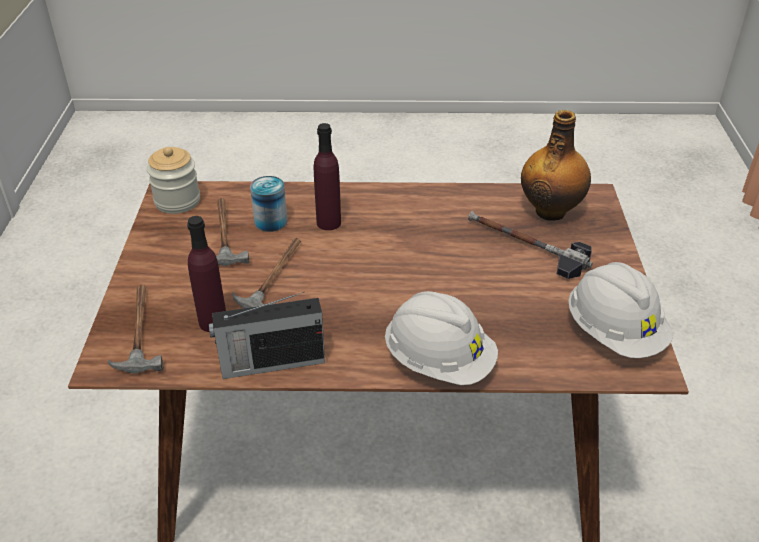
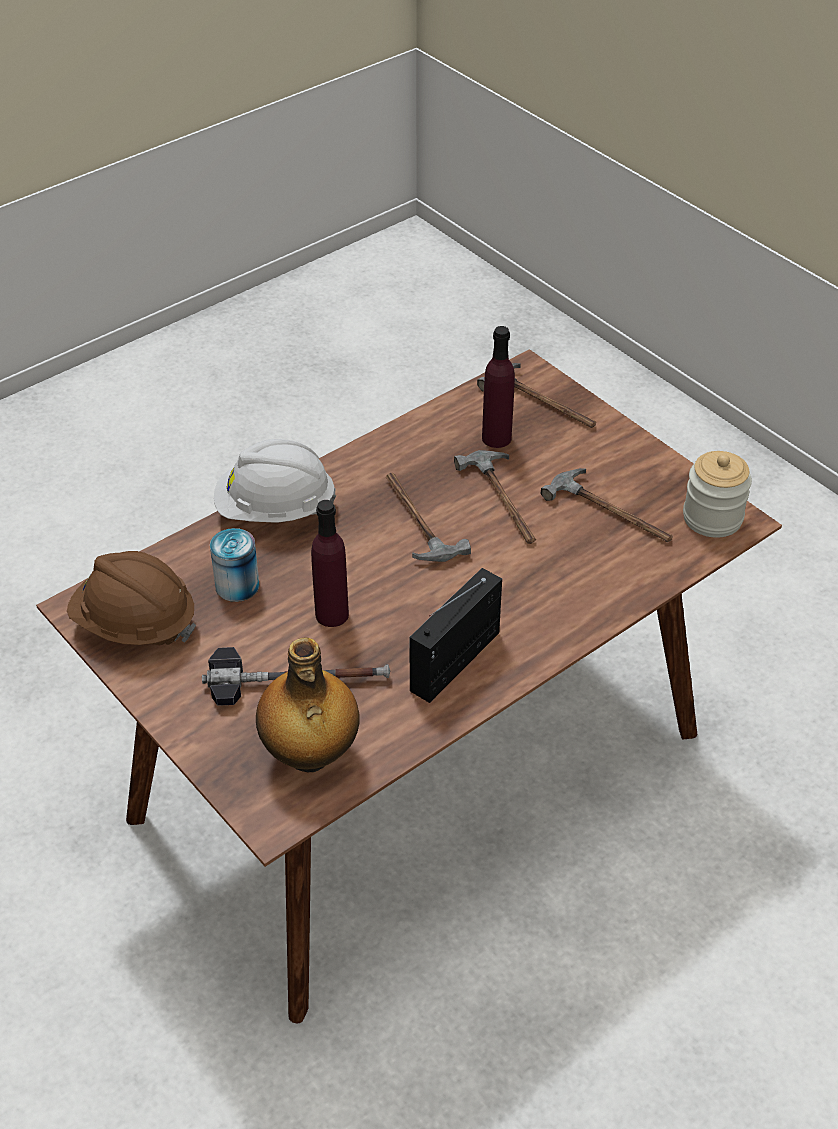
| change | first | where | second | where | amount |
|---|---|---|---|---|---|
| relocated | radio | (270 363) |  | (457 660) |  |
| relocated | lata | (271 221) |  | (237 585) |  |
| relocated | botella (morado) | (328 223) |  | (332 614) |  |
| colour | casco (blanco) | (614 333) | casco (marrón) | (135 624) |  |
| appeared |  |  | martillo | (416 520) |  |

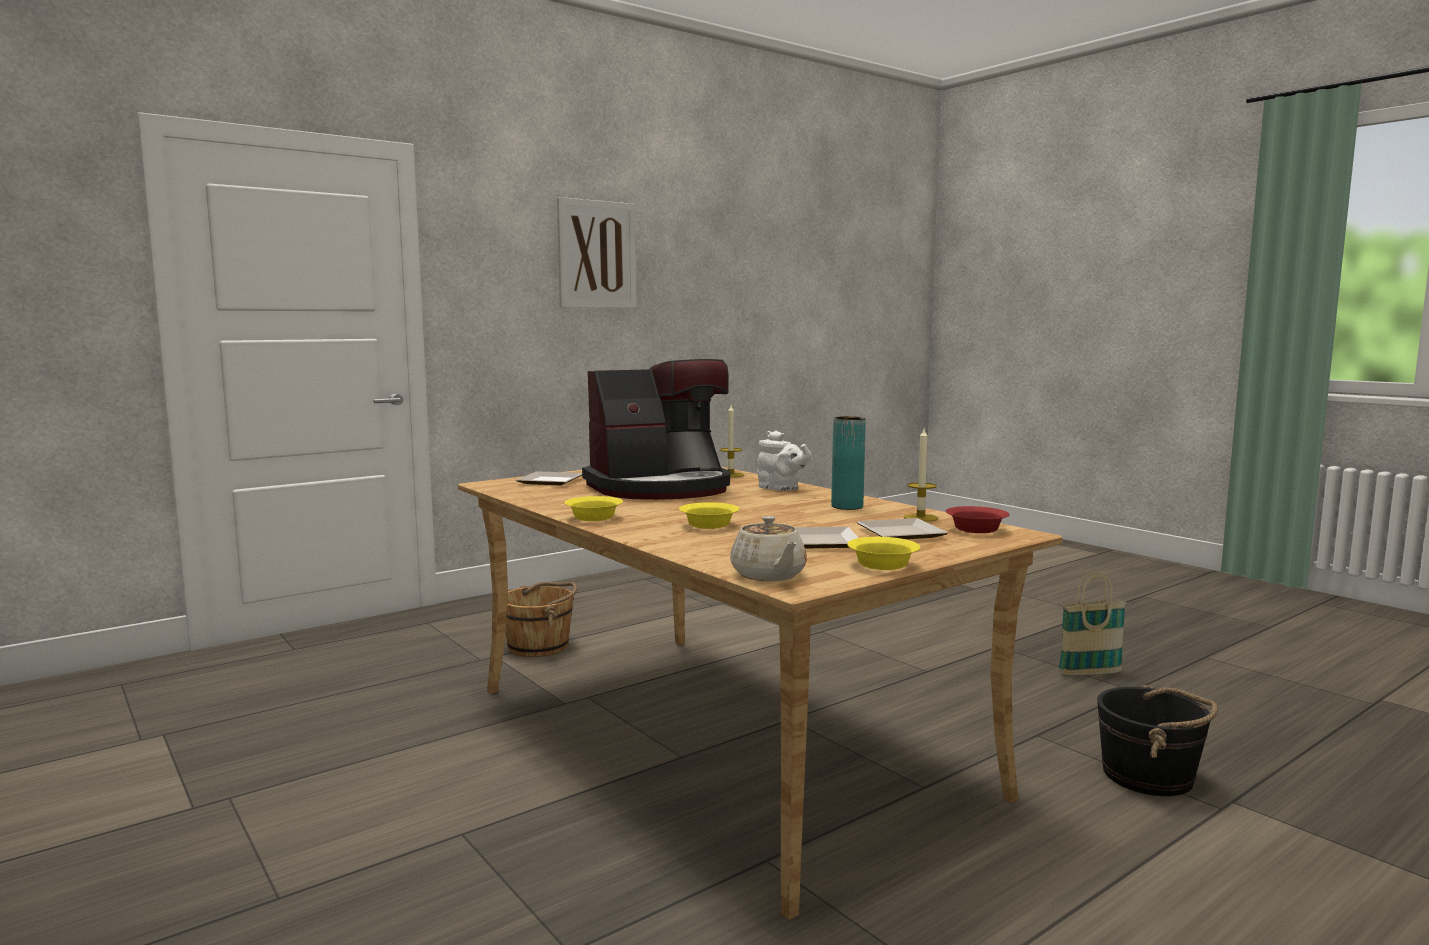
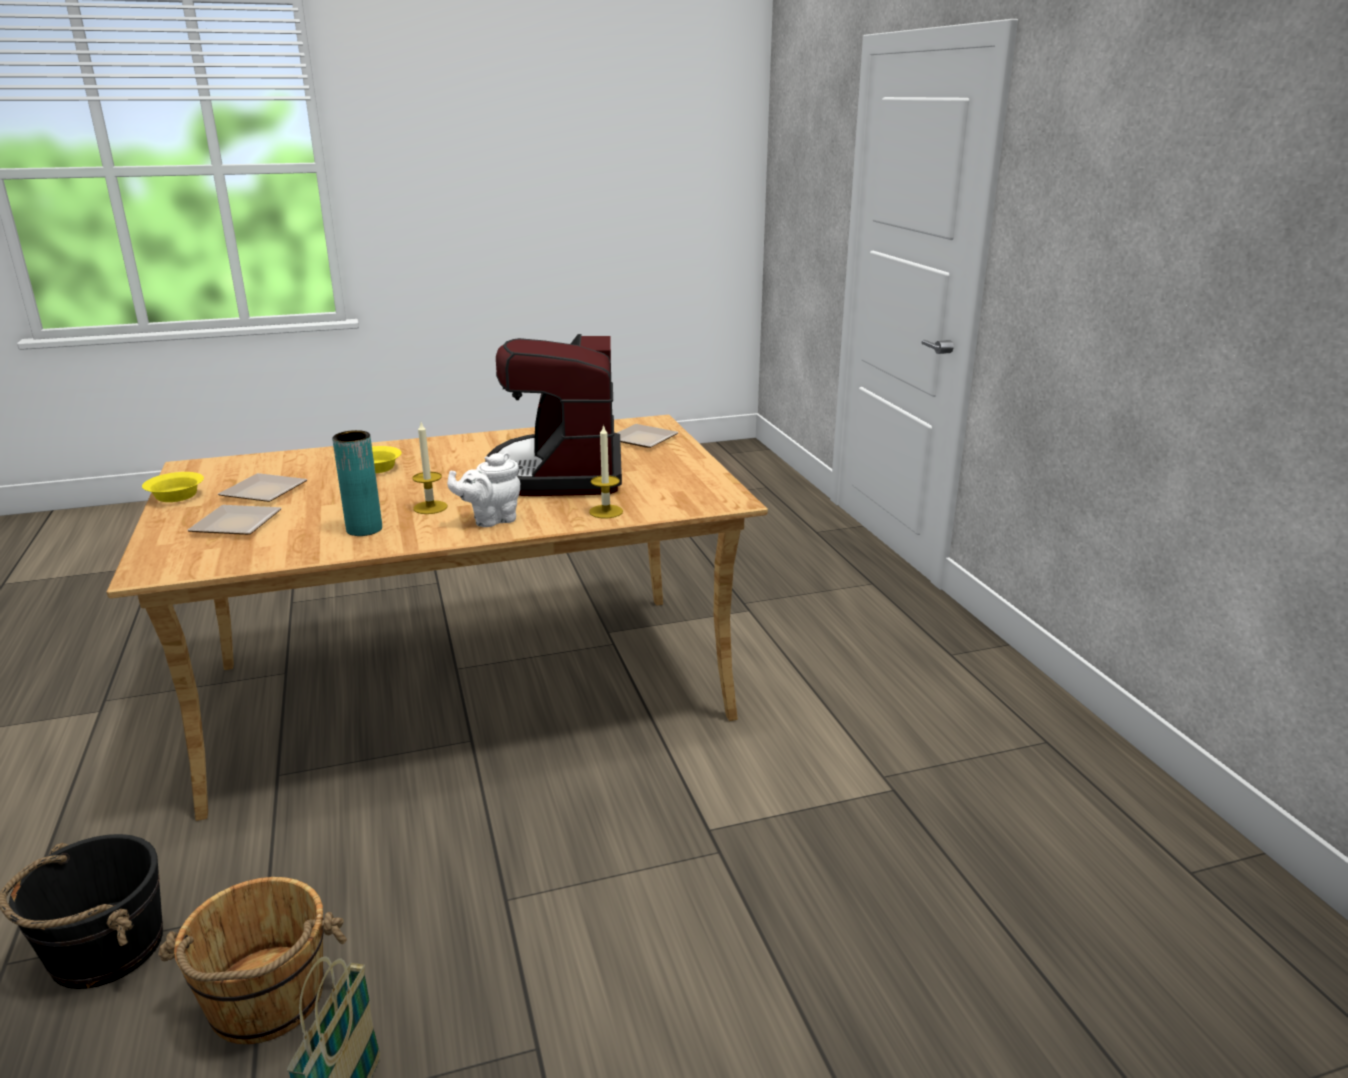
| change | first | where | second | where | amount |
|---|---|---|---|---|---|
| relocated | cubo (marrón) | (539 646) |  | (266 1000) |  |
| missing | cuadro | (596 254) |  |  |  |
| missing | cuenco (amarillo) | (594 517) |  |  |  |
| missing | tetera (beis) | (768 575) |  |  |  |
| relocated | vela | (920 518) |  | (430 507) |  |
| missing | cuenco (rojo) | (975 530) |  |  |  |

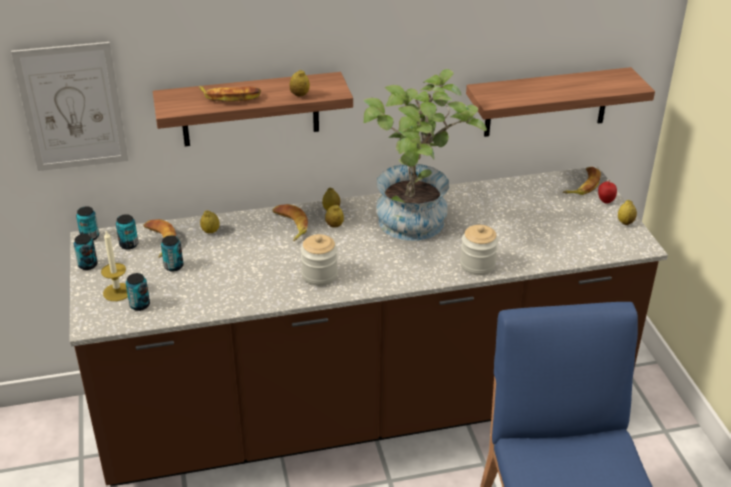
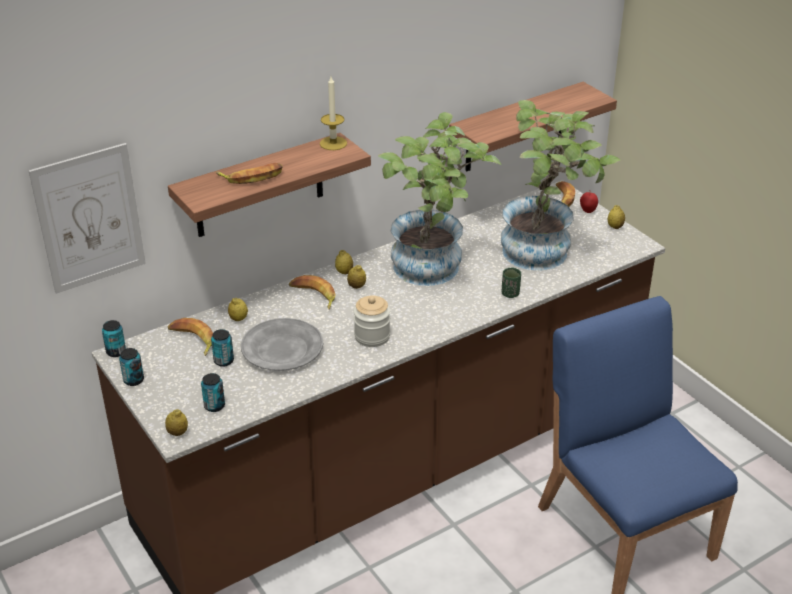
| change | first | where | second | where | amount |
|---|---|---|---|---|---|
| relocated | vela | (117 292) |  | (333 143) |  |
| missing | lata | (129 245) |  |  |  |
| relocated | limón | (299 95) |  | (177 433) |  |
| exchanged | tarro | (477 265) | taza (verde) | (510 294) |  |
| appeared |  |  | plato (gris) | (282 348) |  |
| appeared |  |  | planta en maceta | (545 252) |  |

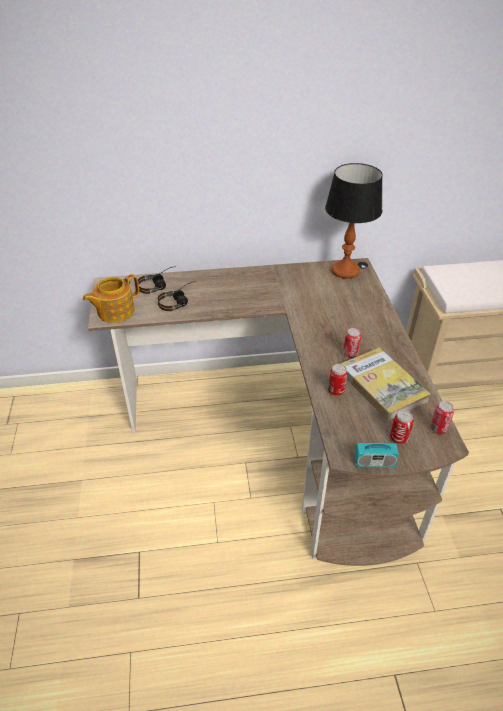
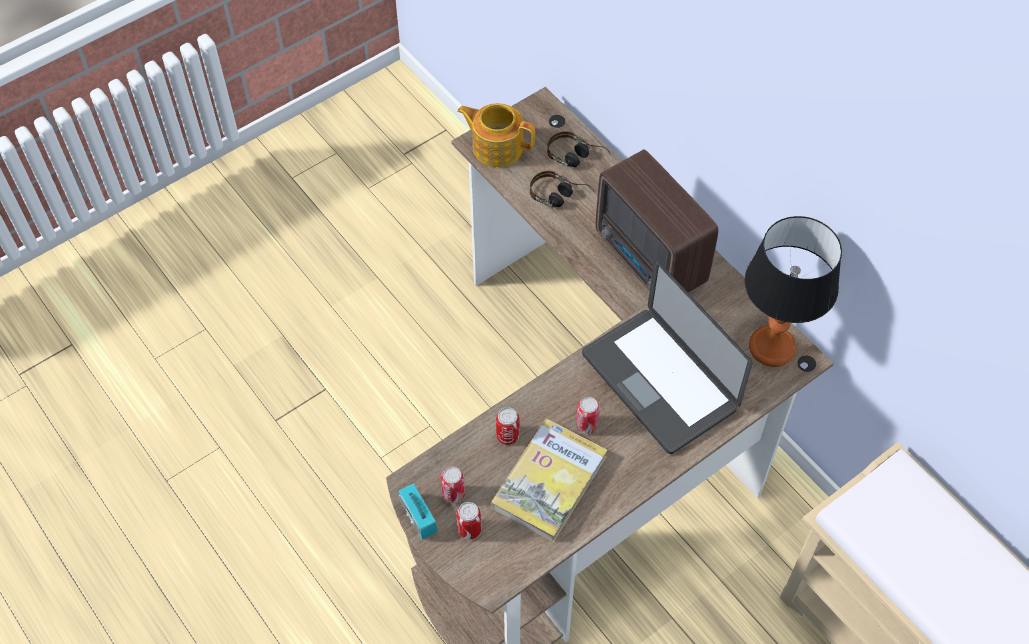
| change | first | where | second | where | amount |
|---|---|---|---|---|---|
| relocated | lata | (438 428) |  | (453 494) |  |
| appeared |  |  | portátil | (659 381) |  |
| appeared |  |  | radio | (650 261) |  |

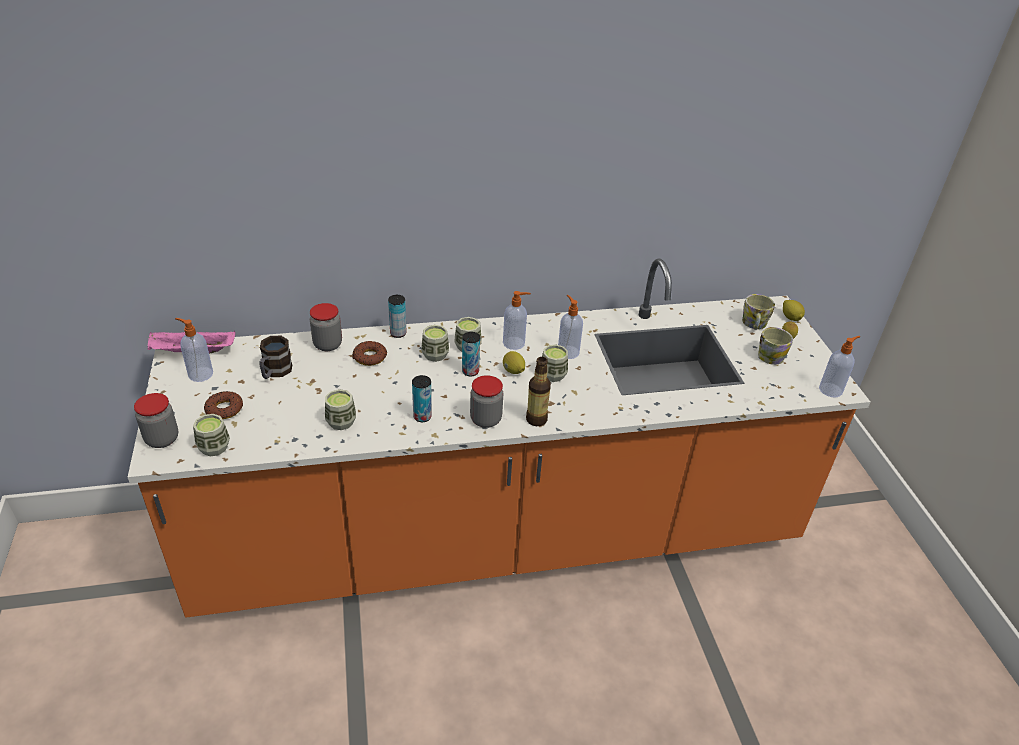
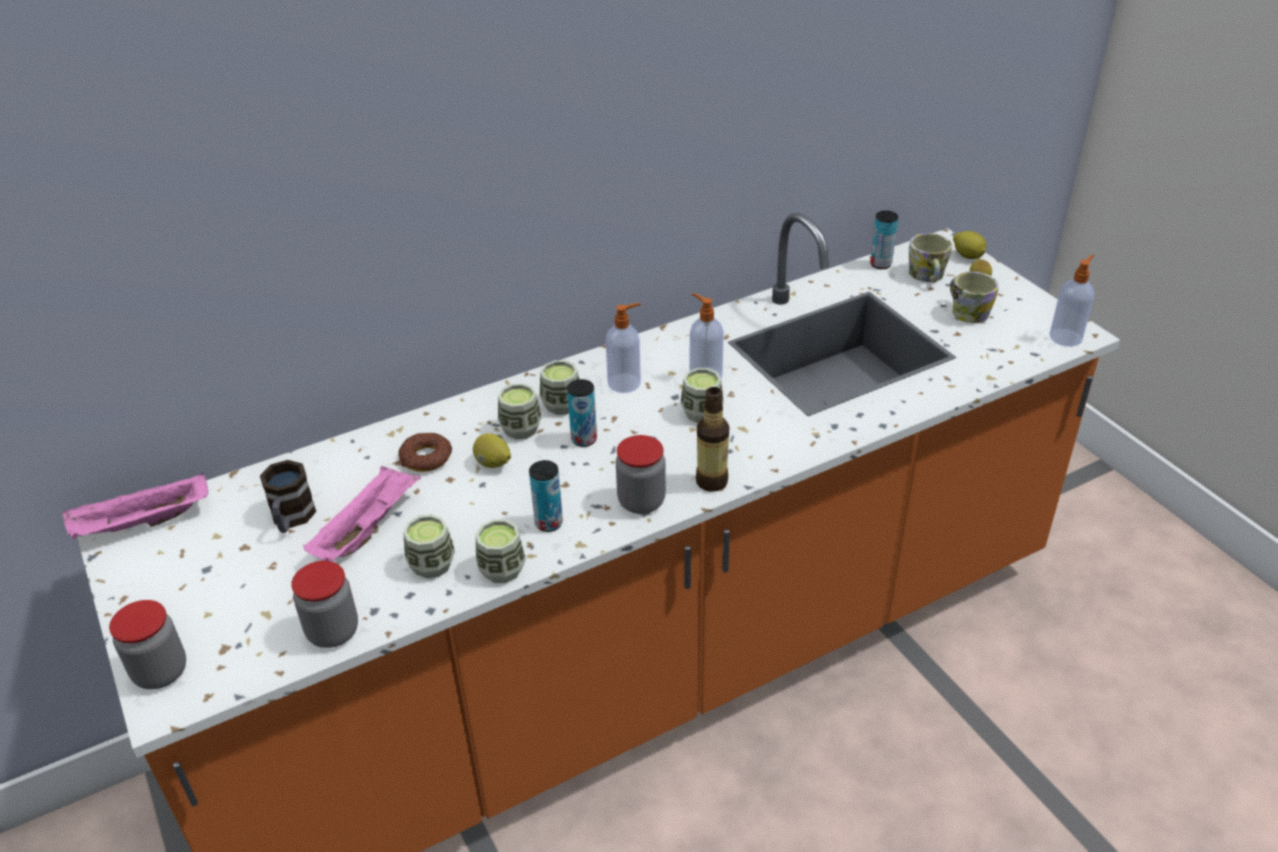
| change | first | where | second | where | amount |
|---|---|---|---|---|---|
| missing | dispensador de jabón | (200 374) |  |  |  |
| relocated | taza | (214 447) |  | (502 569) |  |
| missing | rosquilla | (224 409) |  |  |  |
| relocated | tarro | (327 344) |  | (333 632) |  |
| relocated | lata | (398 333) |  | (880 264) |  |
| relocated | limón | (513 371) |  | (493 464) |  |
| appeared |  |  | bandeja (rosa) | (367 529) |  |

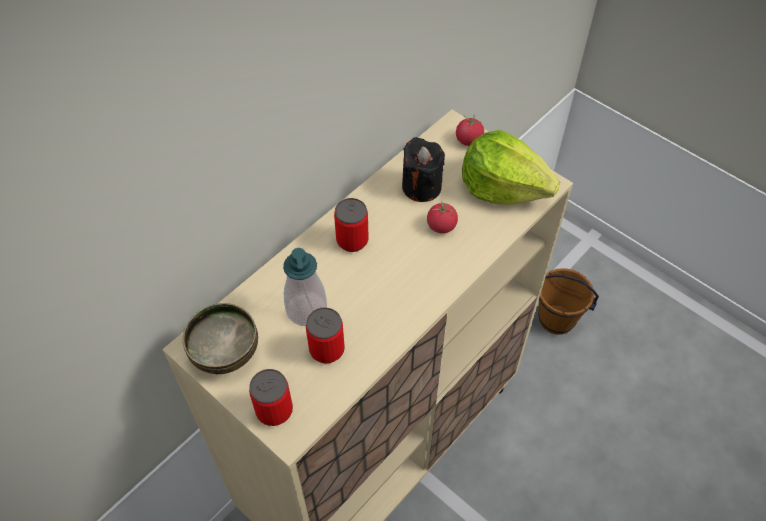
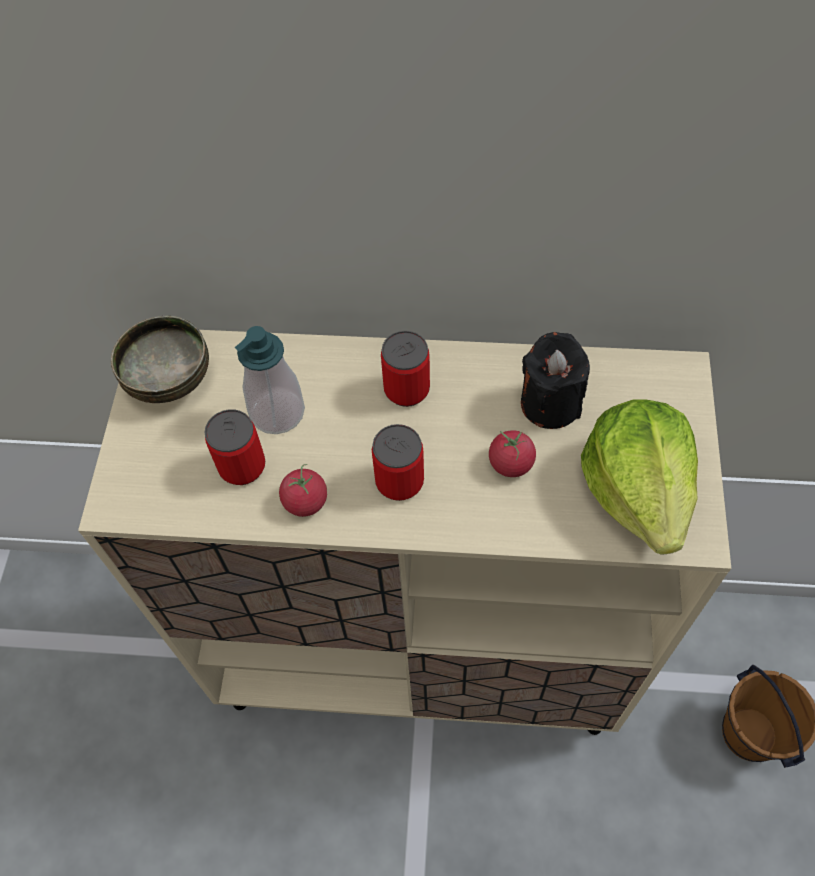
| change | first | where | second | where | amount |
|---|---|---|---|---|---|
| relocated | lata | (274 410) |  | (399 481) |  |
| relocated | tomate | (468 140) |  | (305 501) |  |

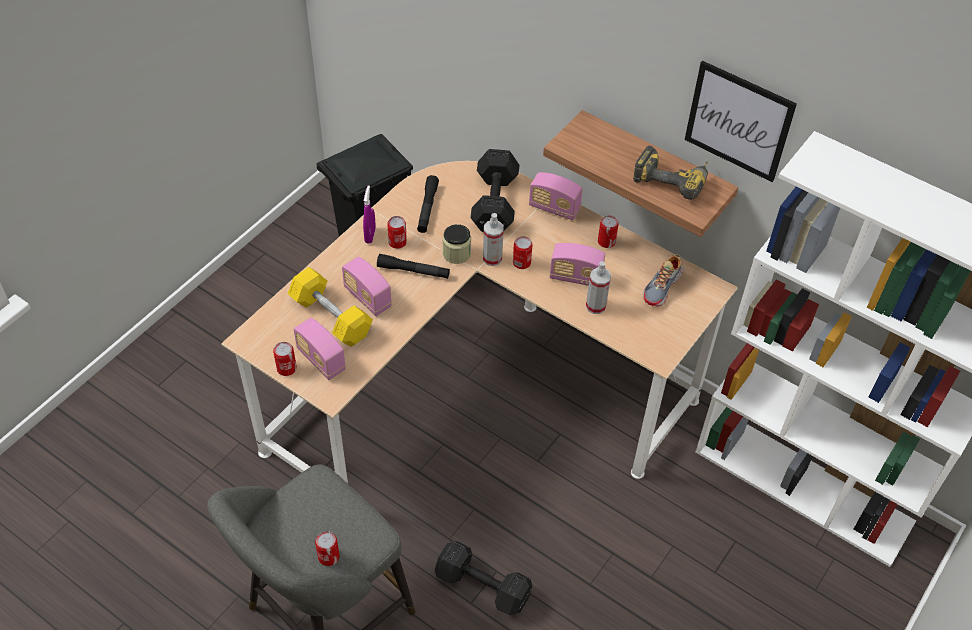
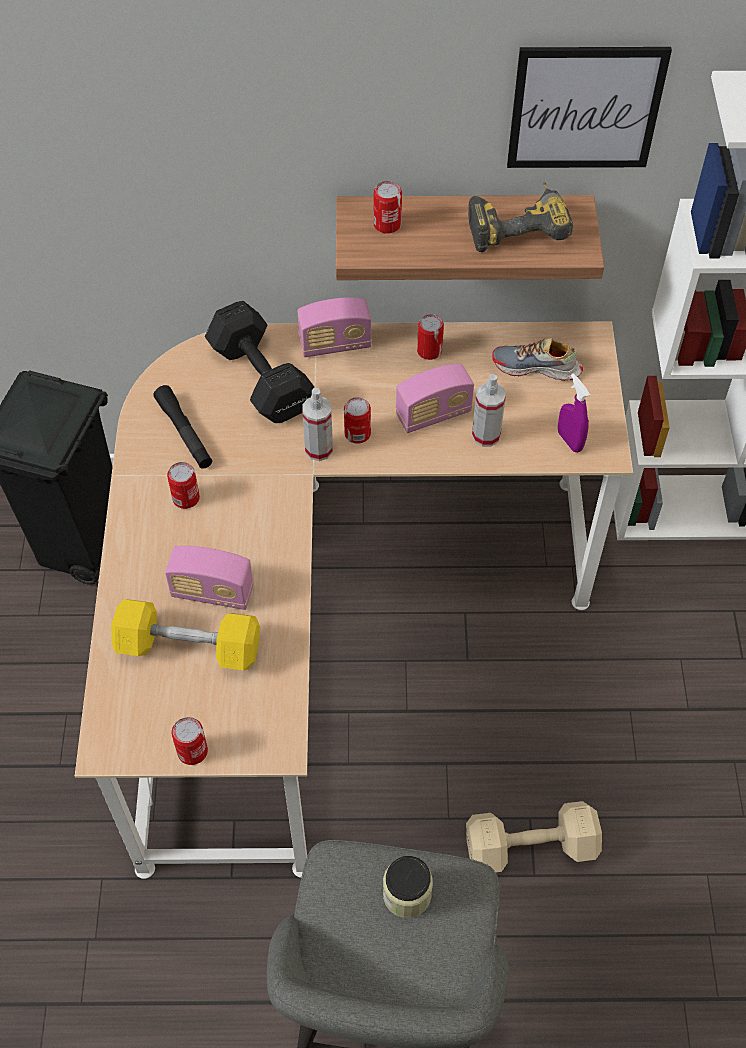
| change | first | where | second | where | amount |
|---|---|---|---|---|---|
| missing | radio | (321 360) |  |  |  |
| relocated | lata | (328 556) |  | (387 224) |  |
| relocated | pulverizador (morado) | (370 235) |  | (569 441) |  |
| missing | linterna (negro) | (413 271) |  |  |  |
| colour | mancuerna (negro) | (481 584) | mancuerna (beis) | (527 845) |  |
| relocated | tarro | (456 253) |  | (407 894) |  |
| spun | zapato | (663 287) |  | (536 368) | 105 degrees clockwise |

